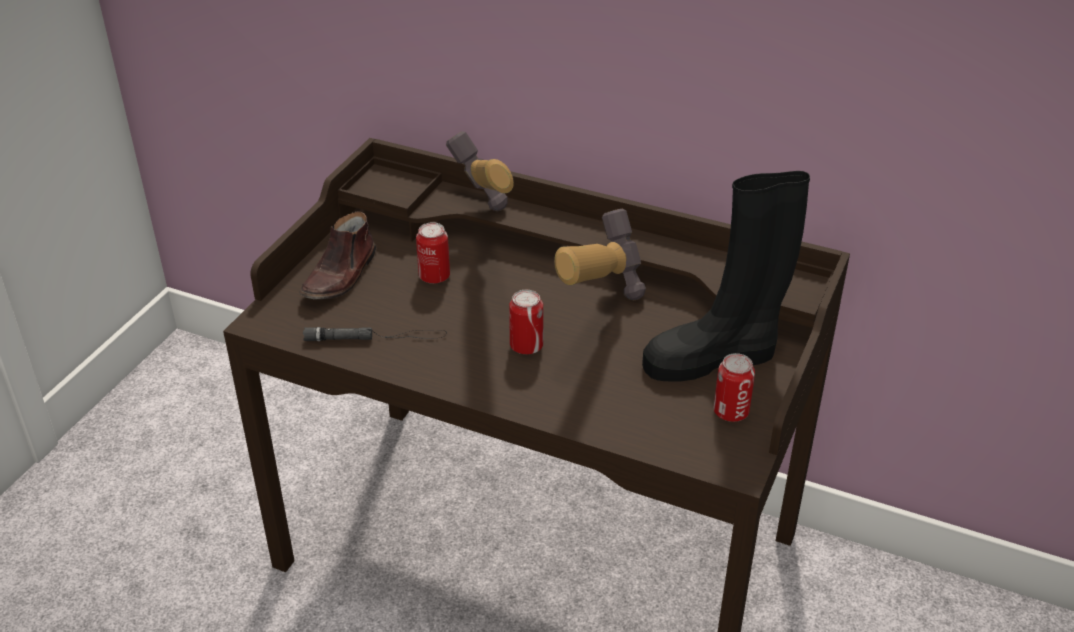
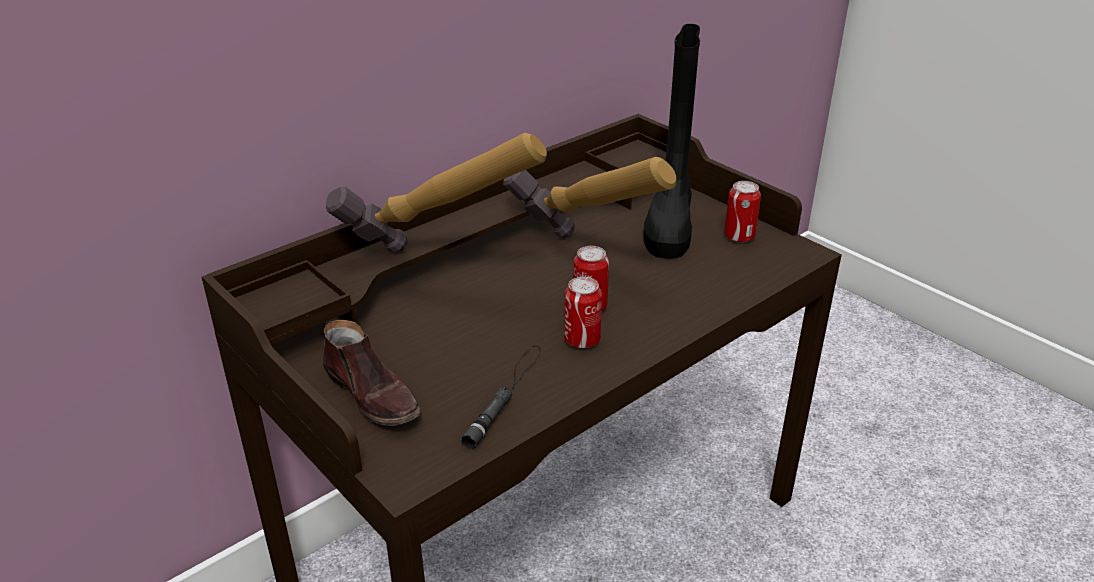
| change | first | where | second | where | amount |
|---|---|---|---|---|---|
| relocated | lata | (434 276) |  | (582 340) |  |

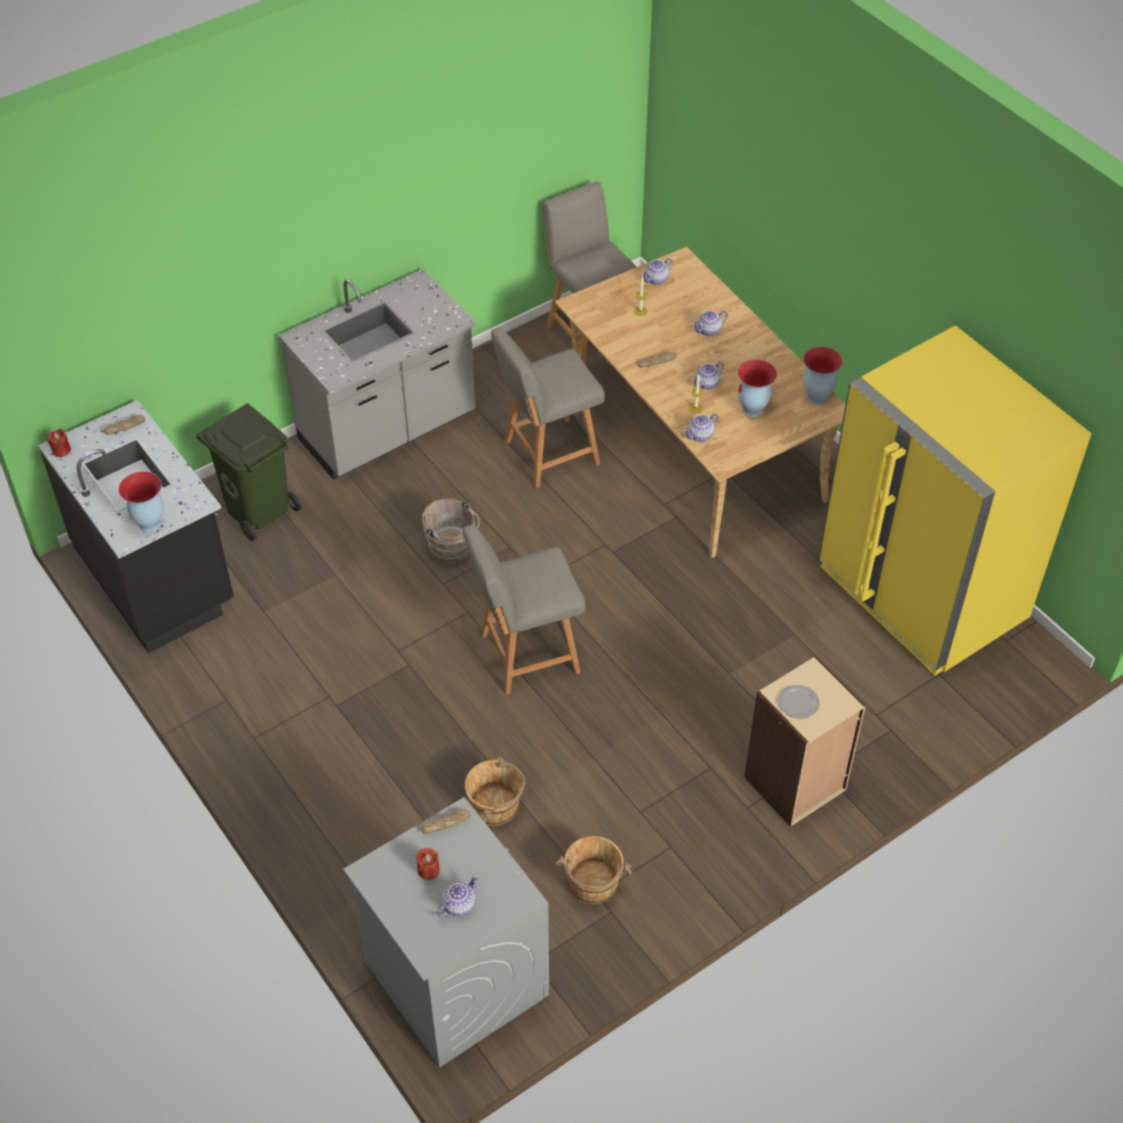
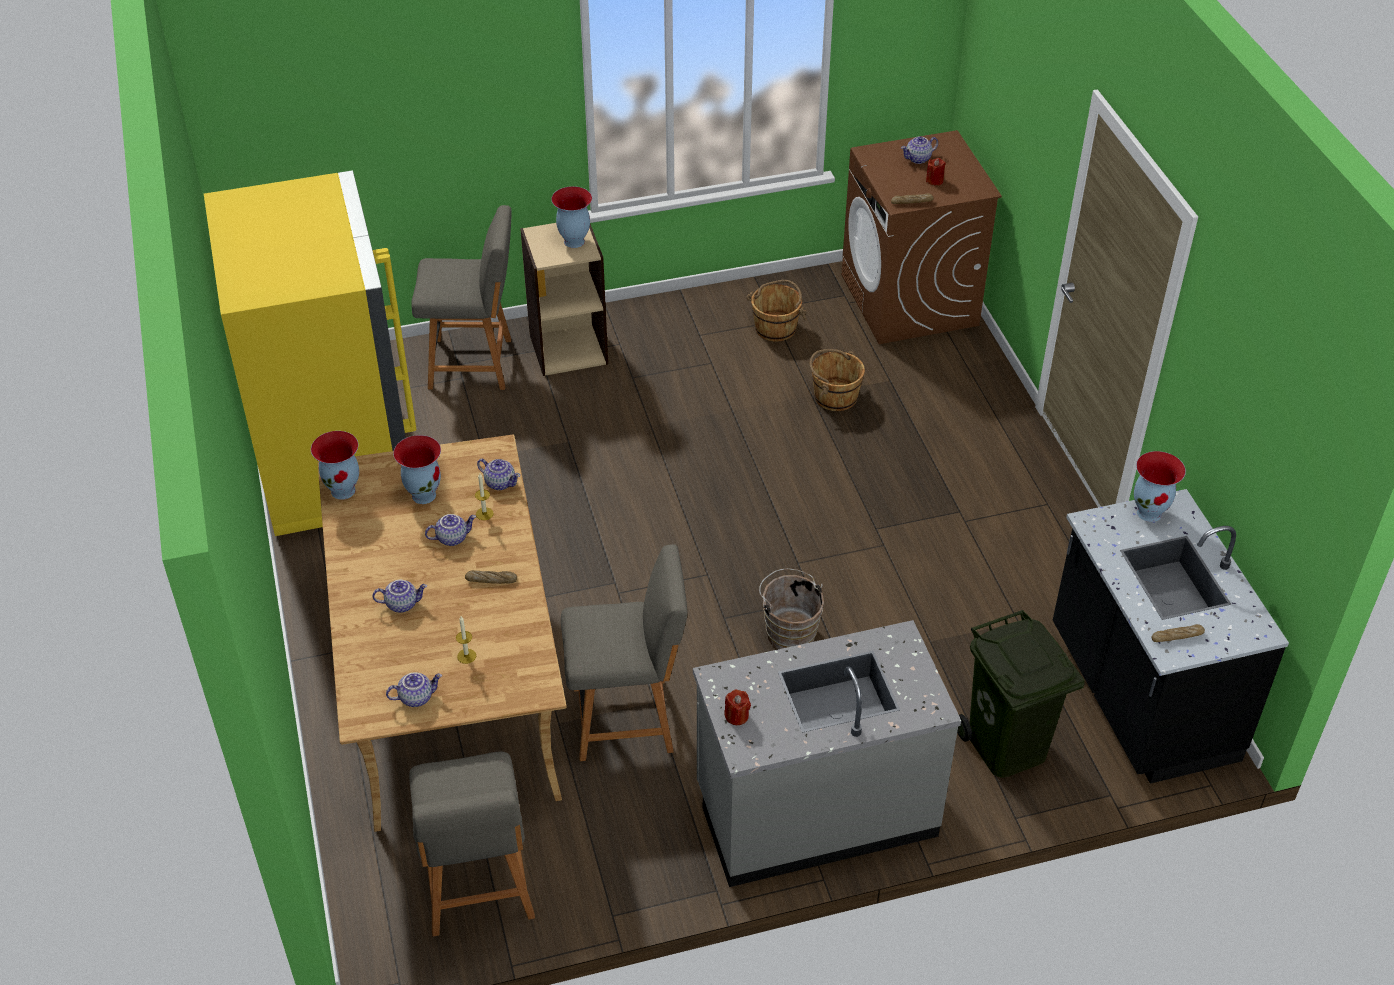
| change | first | where | second | where | amount |
|---|---|---|---|---|---|
| relocated | vela (rojo) | (61 451) |  | (736 716) |  |
| colour | lavadora (gris) | (455 977) | lavadora (marrón) | (909 300) |  |
| relocated | silla (gris) | (526 654) |  | (474 364) |  |
| spun | tetera | (700 435) |  | (500 482) | 45 degrees clockwise |
| exchanged | plato | (798 702) | florero | (574 242) |  |

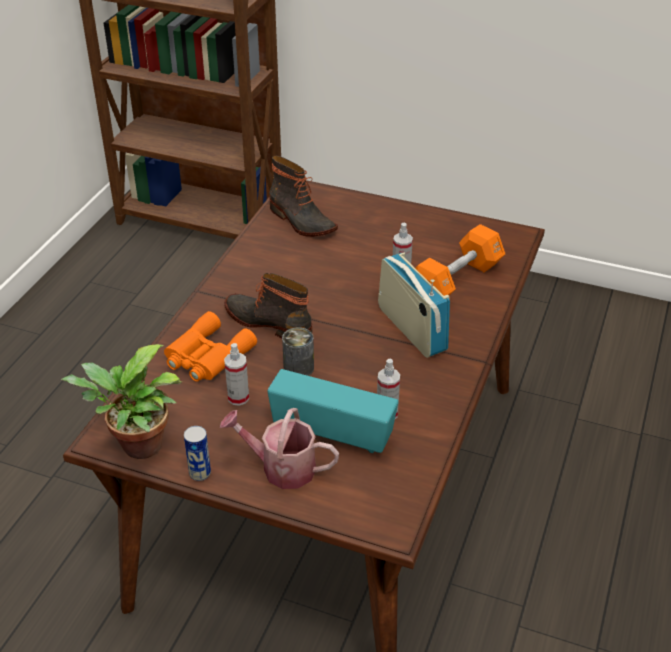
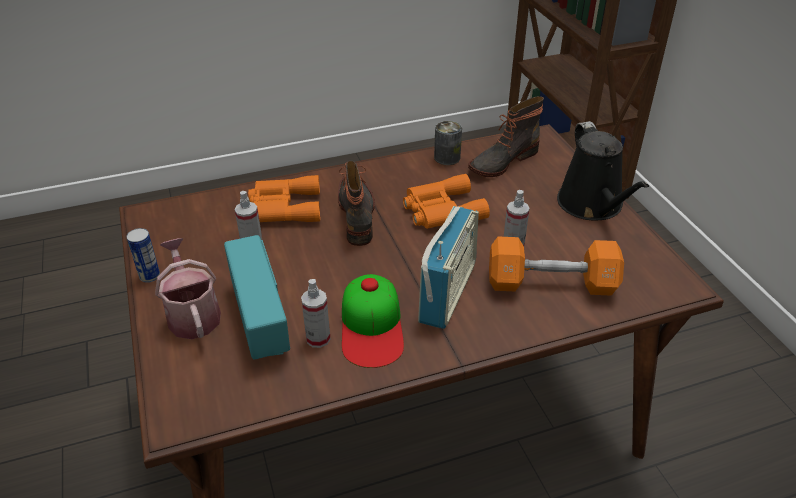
| change | first | where | second | where | amount |
|---|---|---|---|---|---|
| missing | planta en maceta | (137 447) |  |  |  |
| spun | bota | (301 222) |  | (502 161) | 45 degrees clockwise |
| relocated | lata | (298 368) |  | (447 157) |  |
| appeared |  |  | gorra | (372 326) |  |
| appeared |  |  | prismáticos (naranja) | (441 210) |  |
| appeared |  |  | regadera (negro) | (592 205) |  |

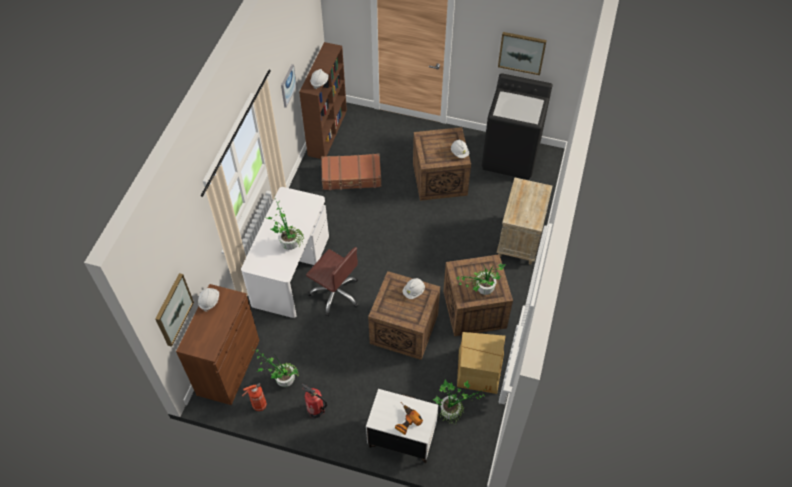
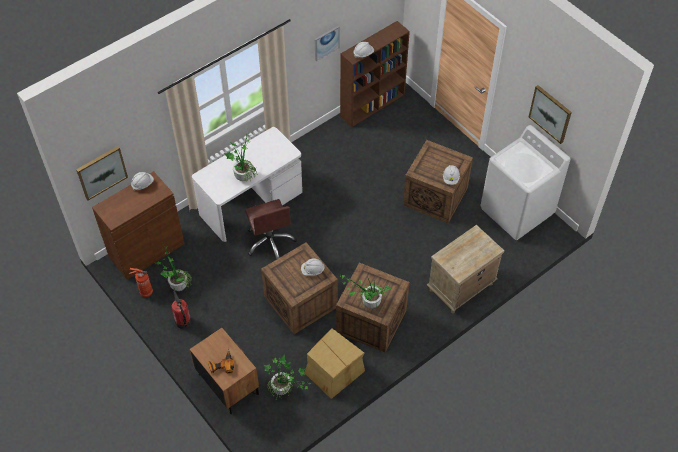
| change | first | where | second | where | amount |
|---|---|---|---|---|---|
| missing | maleta (marrón) | (351 177) |  |  |  |
| colour | mesita de noche (blanco) | (401 439) | mesita de noche (marrón) | (228 384) |  |
| colour | lavadora (negro) | (511 157) | lavadora (blanco) | (517 211) |  |

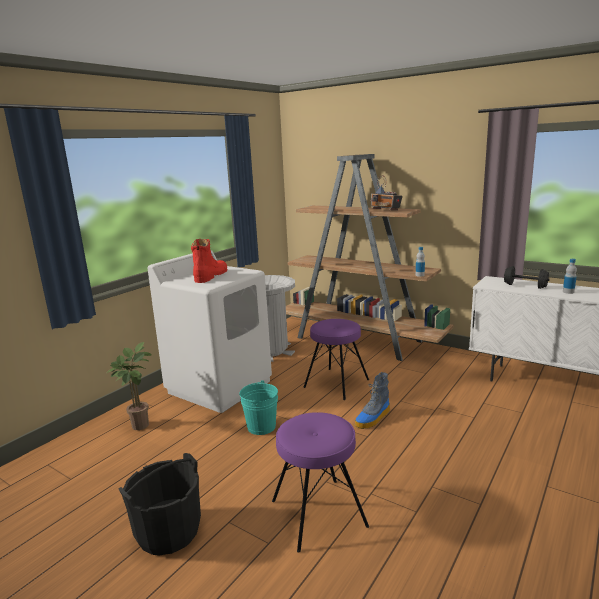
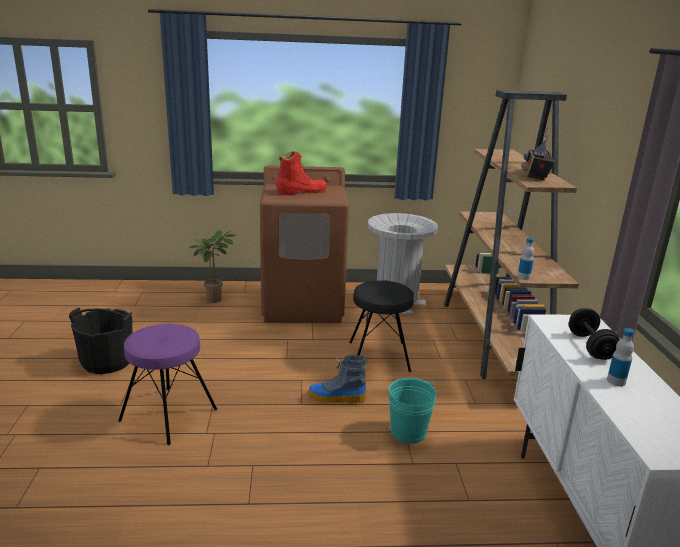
| change | first | where | second | where | amount |
|---|---|---|---|---|---|
| colour | lavadora (blanco) | (220 386) | lavadora (marrón) | (303 305) |  |
| relocated | cubo (turquesa) | (261 426) |  | (408 432) |  |
| colour | taburete (morado) | (336 383) | taburete (negro) | (378 356) |  |

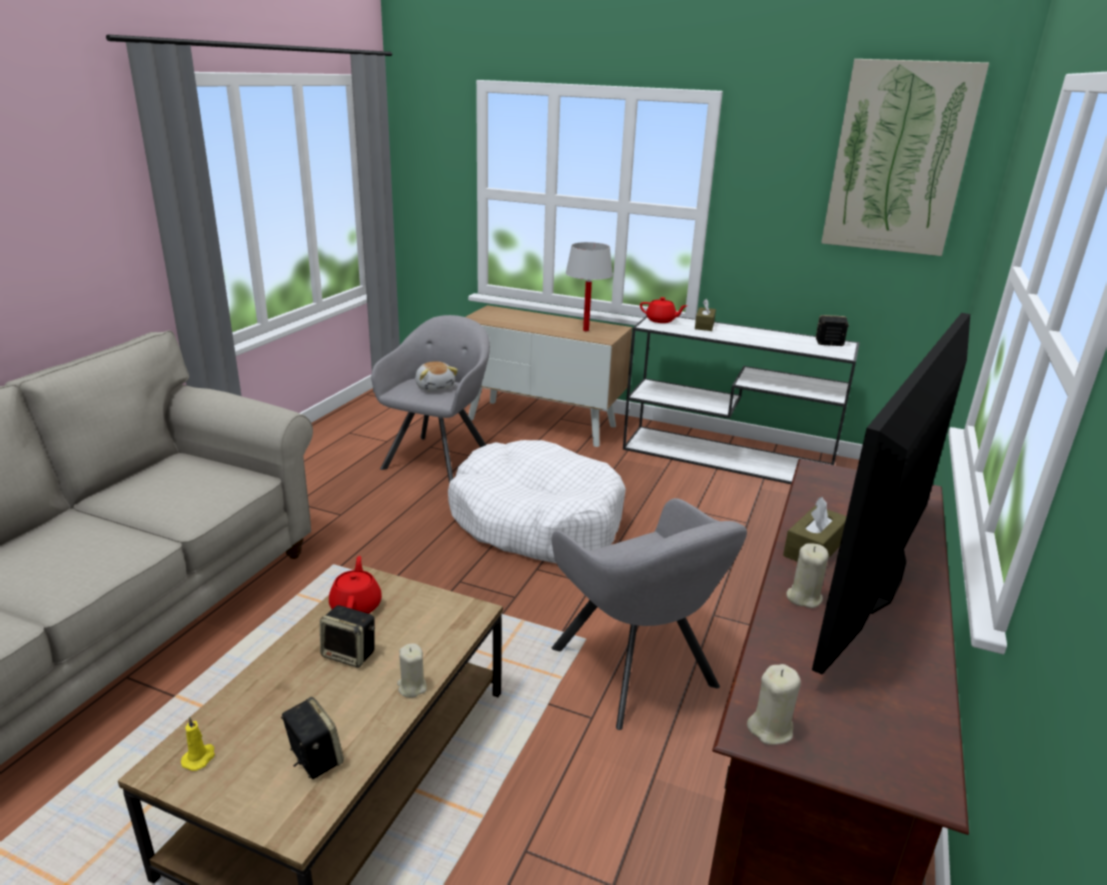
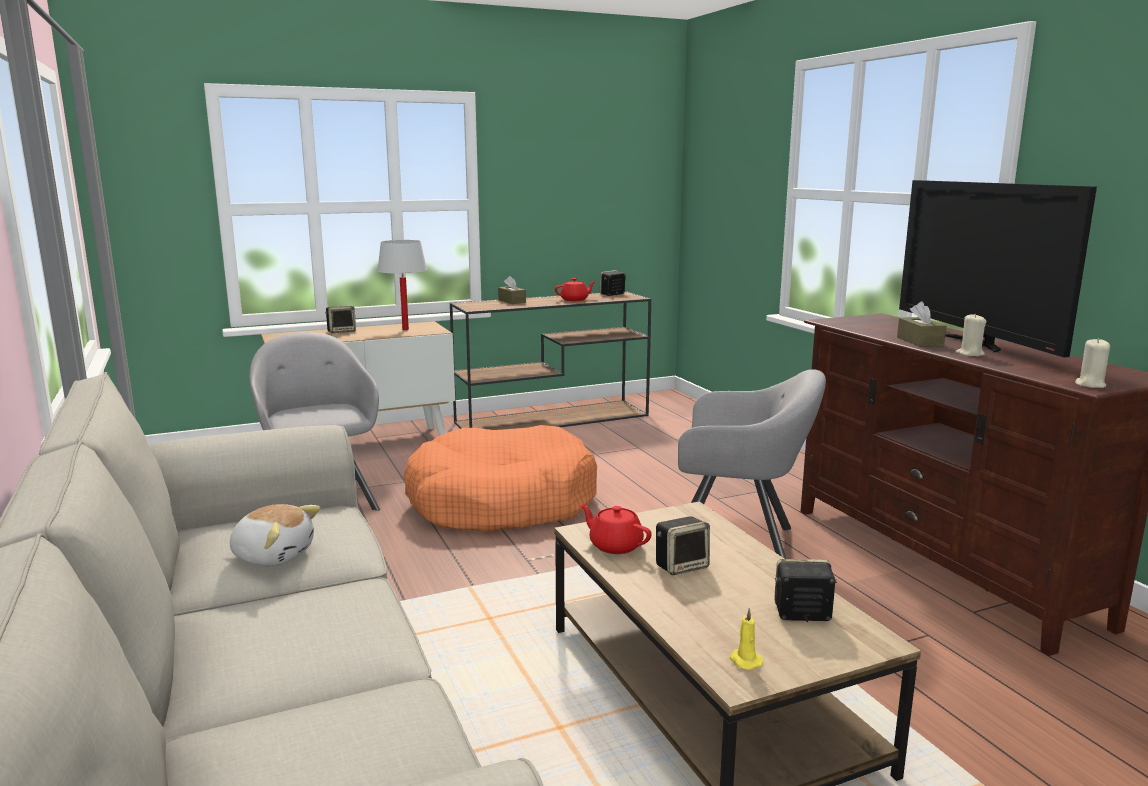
| change | first | where | second | where | amount |
|---|---|---|---|---|---|
| missing | vela (beis) | (412 687) |  |  |  |
| relocated | peluche | (435 387) |  | (274 555) |  |
| colour | cama para perro (blanco) | (536 520) | cama para perro (naranja) | (501 502) |  |
| colour | mesa consola (blanco) | (729 457) | mesa consola (marrón) | (554 418) |  |
| relocated | tetera (rojo) | (661 320) |  | (575 300) |  |
| missing | cuadro | (899 159) |  |  |  |
| appeared |  |  | altavoz | (342 331) |  |

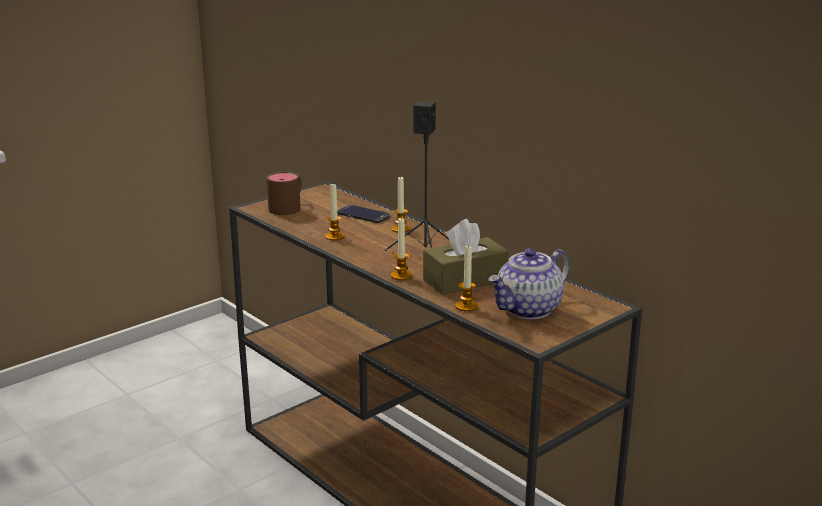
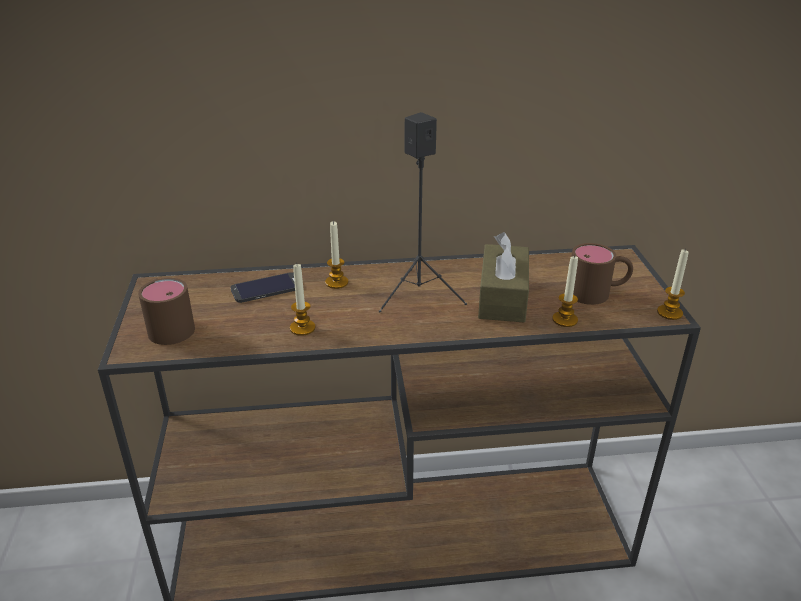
| change | first | where | second | where | amount |
|---|---|---|---|---|---|
| relocated | vela | (401 276) |  | (669 313) |  |
| exchanged | tetera | (528 310) | taza grande (marrón) | (597 292) |  |

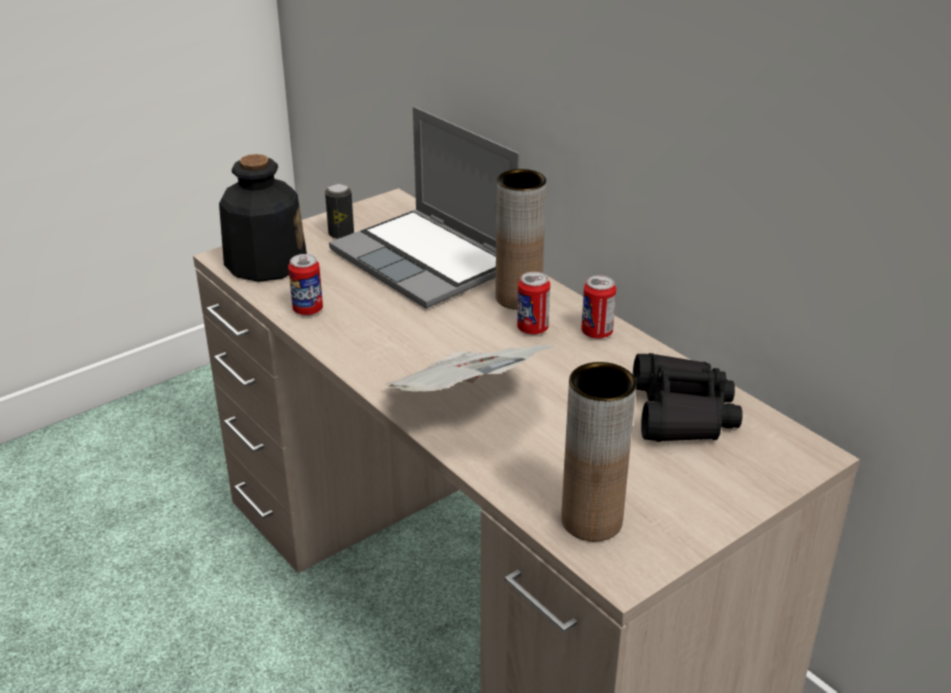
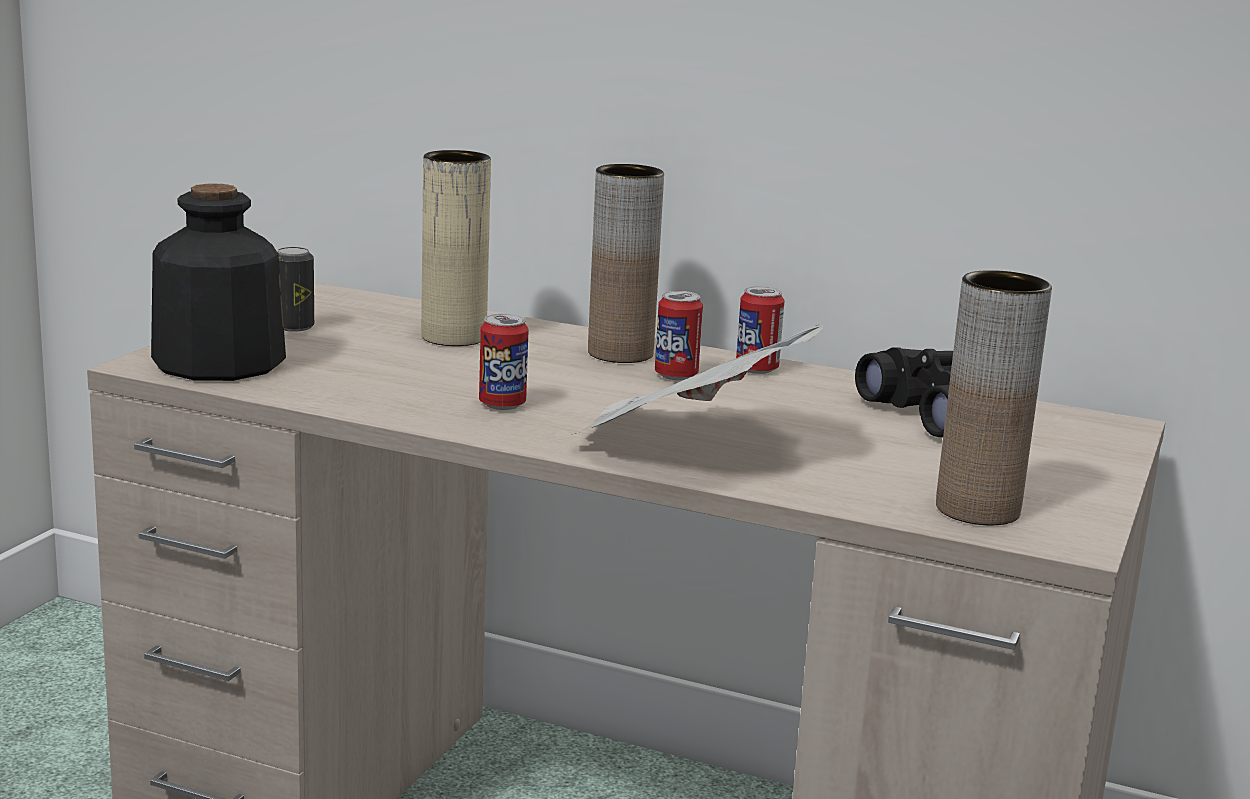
| change | first | where | second | where | amount |
|---|---|---|---|---|---|
| relocated | lata | (308 310) |  | (502 404) |  |
| exchanged | portátil | (427 261) | florero (beis) | (453 337) |  |

